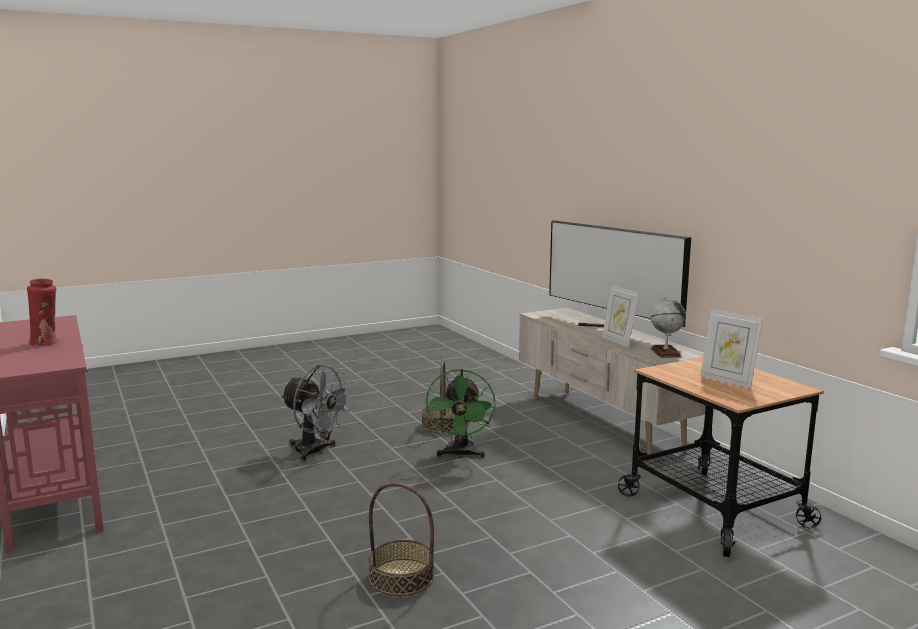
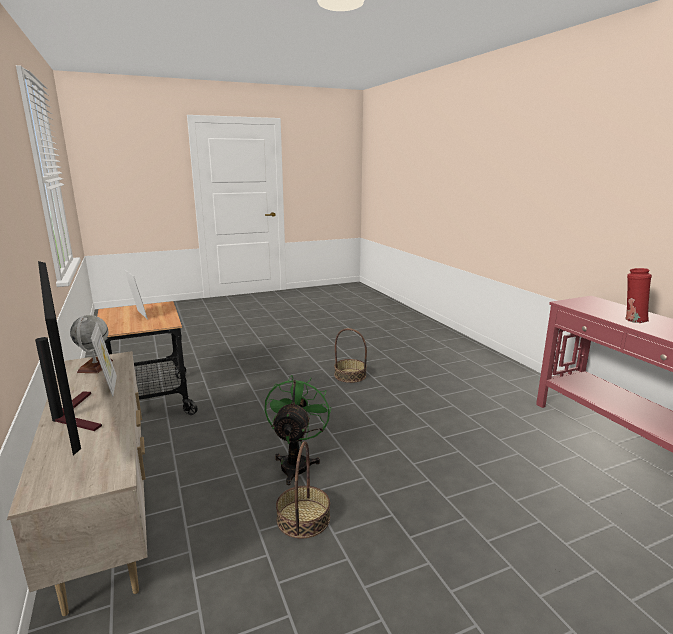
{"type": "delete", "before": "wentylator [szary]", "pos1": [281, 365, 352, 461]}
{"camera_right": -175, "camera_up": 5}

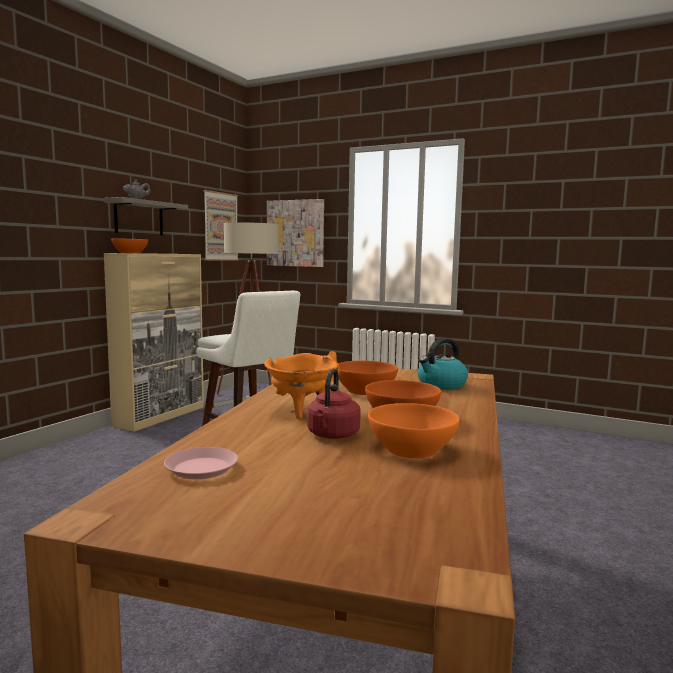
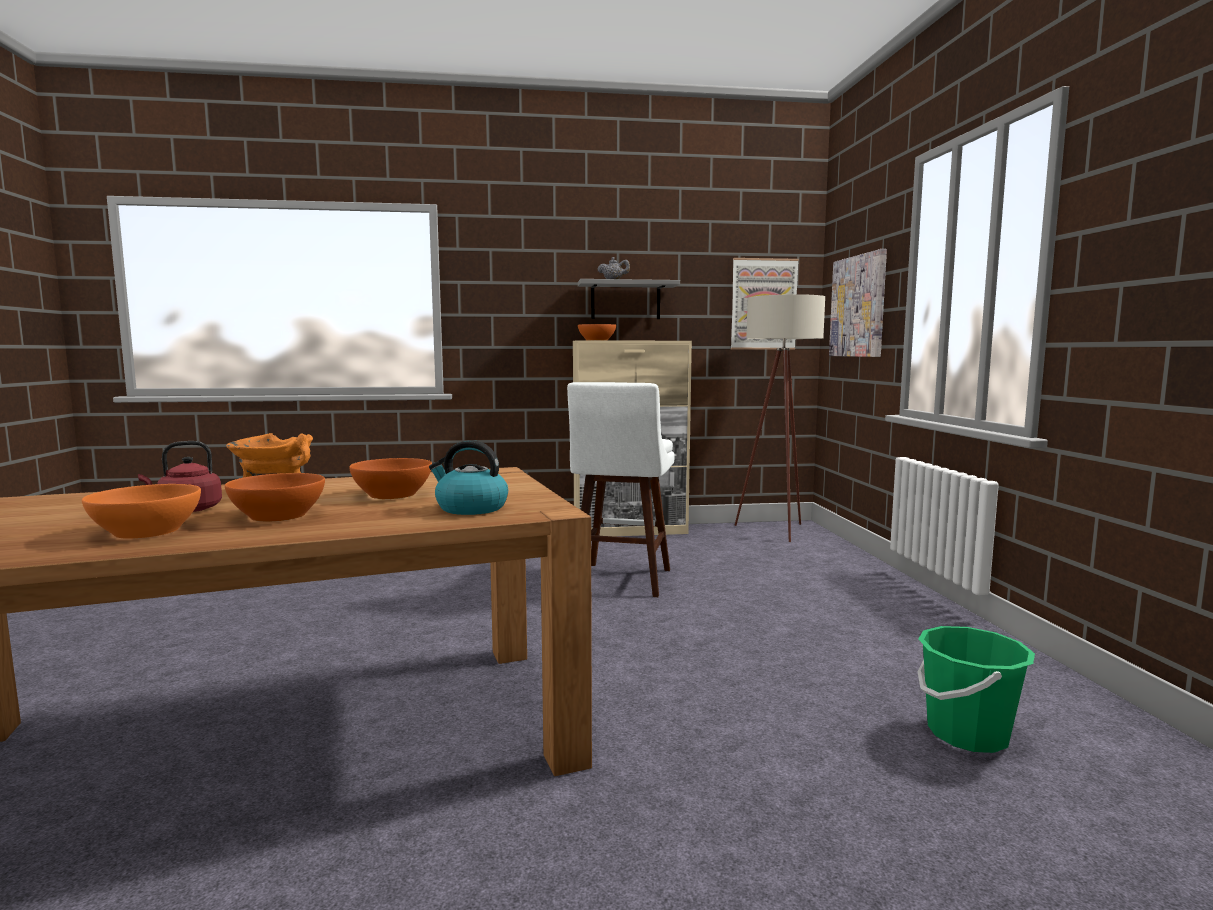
{"type": "insert", "after": "wiadro [zielony]", "pos2": [918, 626, 1035, 753]}
{"type": "delete", "before": "talerz [różowy]", "pos1": [164, 447, 238, 479]}
{"camera_right": 55, "camera_up": 0}

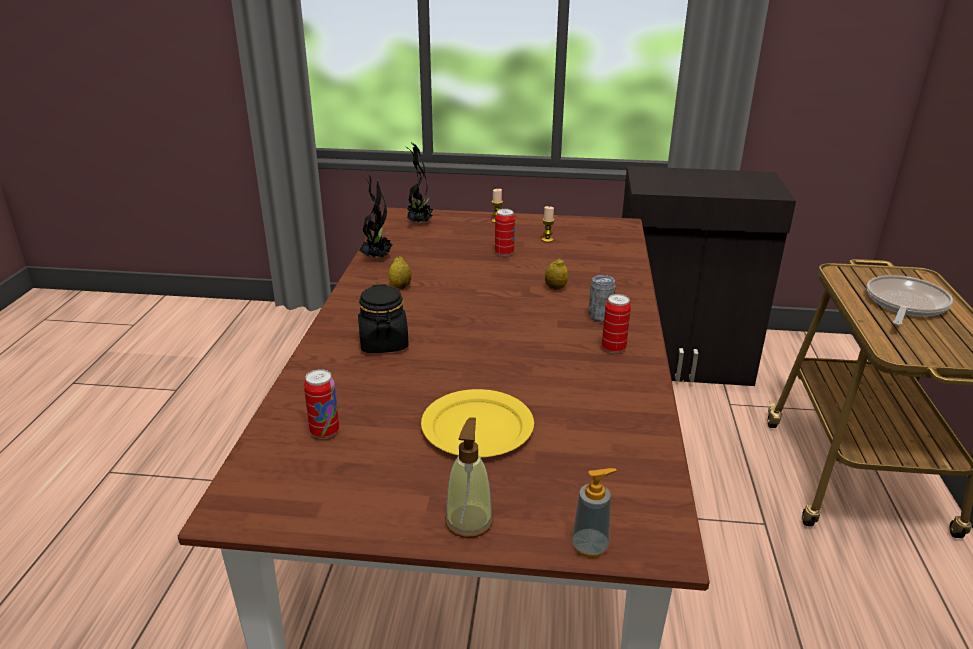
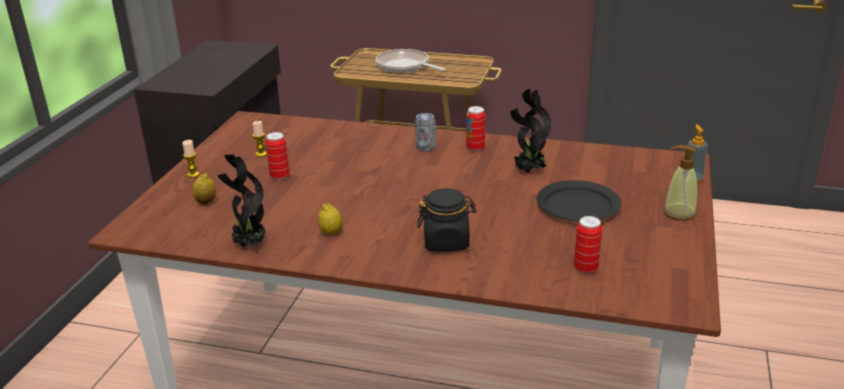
{"type": "move", "before": "cytryna", "pos1": [545, 259, 568, 290], "pos2": [193, 173, 216, 205]}
{"type": "move", "before": "roślina doniczkowa", "pos1": [406, 142, 433, 224], "pos2": [511, 89, 551, 173]}
{"type": "recolor", "before": "talerz [żółty]", "after": "talerz [czarny]", "pos1": [421, 389, 534, 457], "pos2": [537, 180, 621, 222]}
{"camera_right": -80, "camera_up": 0}

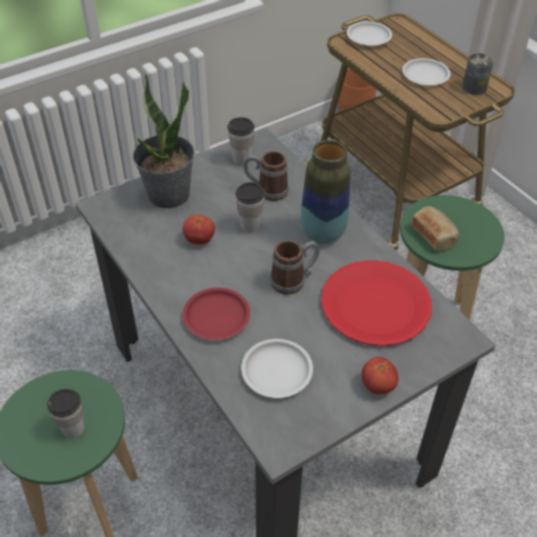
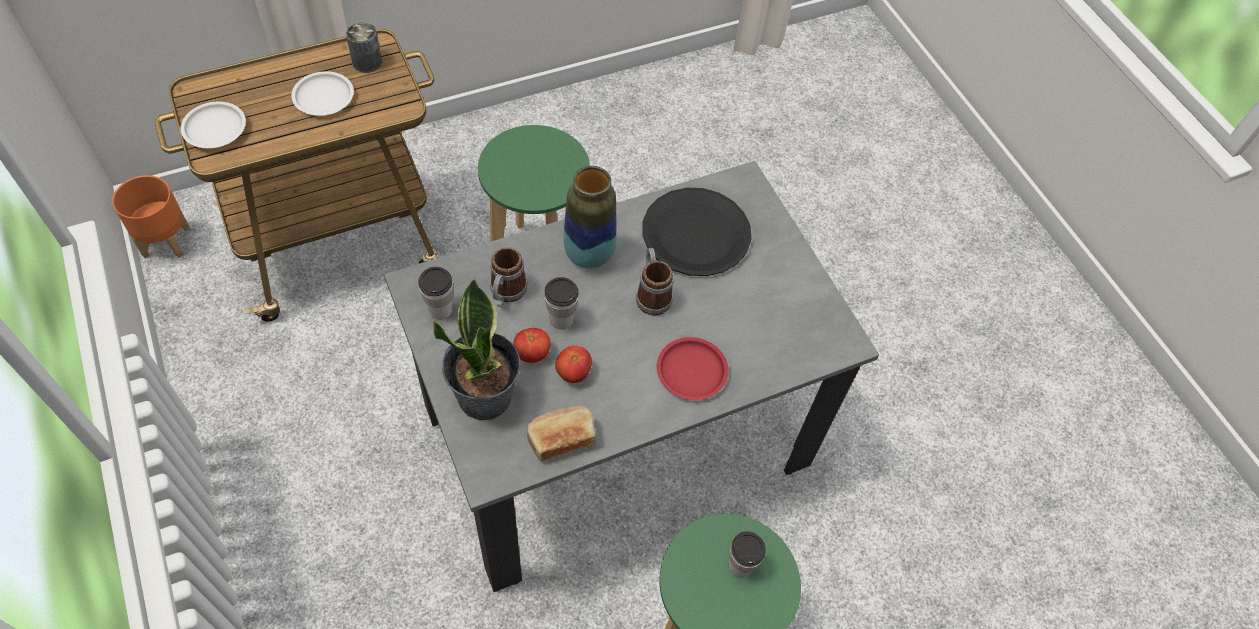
{"type": "move", "before": "pomidor", "pos1": [361, 357, 399, 394], "pos2": [514, 328, 551, 363]}
{"type": "move", "before": "chleb", "pos1": [411, 206, 459, 251], "pos2": [527, 406, 596, 461]}
{"type": "recolor", "before": "talerz [czerwony]", "after": "talerz [czarny]", "pos1": [321, 260, 432, 346], "pos2": [643, 188, 751, 276]}
{"type": "delete", "before": "talerz [biały]", "pos1": [241, 339, 313, 398]}
{"camera_right": -85, "camera_up": 10}

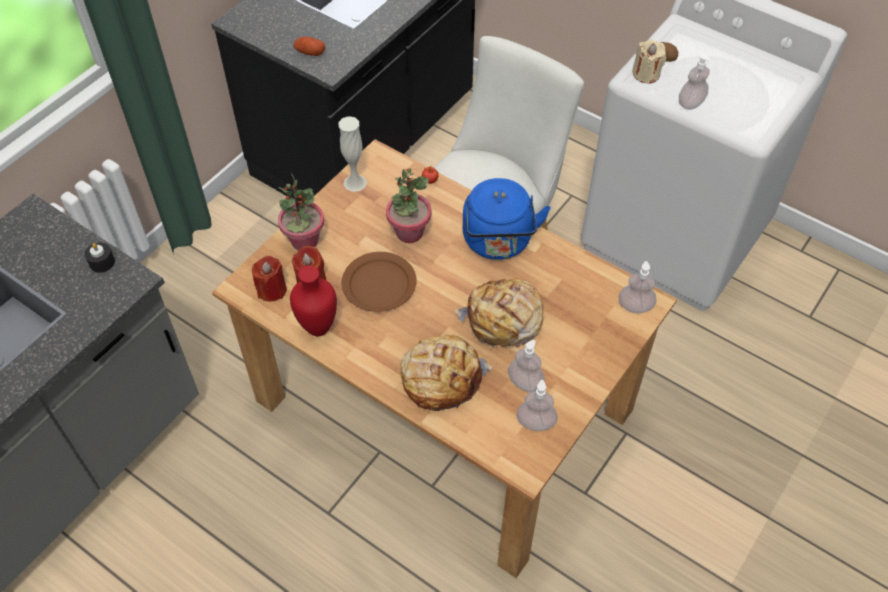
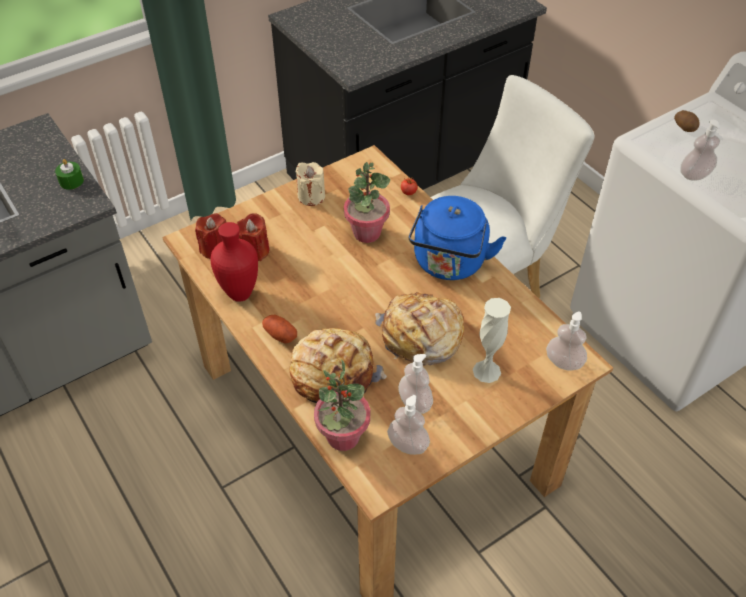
{"type": "recolor", "before": "świeca [czarny]", "after": "świeca [zielony]", "pos1": [85, 242, 115, 273], "pos2": [55, 159, 84, 190]}
{"type": "move", "before": "ziemniak", "pos1": [293, 37, 326, 56], "pos2": [262, 315, 297, 343]}
{"type": "move", "before": "świeca [beżowy]", "pos1": [632, 39, 666, 83], "pos2": [295, 162, 325, 206]}
{"type": "move", "before": "roślina doniczkowa", "pos1": [278, 173, 324, 251], "pos2": [314, 360, 370, 451]}
{"type": "move", "before": "wazon [biały]", "pos1": [338, 116, 367, 192], "pos2": [473, 298, 511, 383]}
{"type": "delete", "before": "talerz [brązowy]", "pos1": [342, 252, 417, 312]}
{"camera_right": 20, "camera_up": -5}

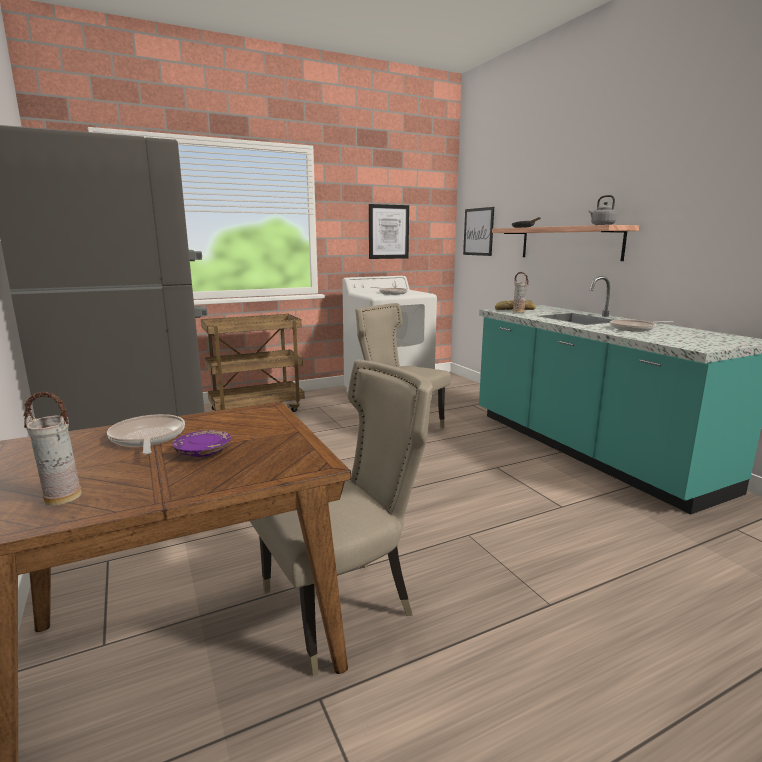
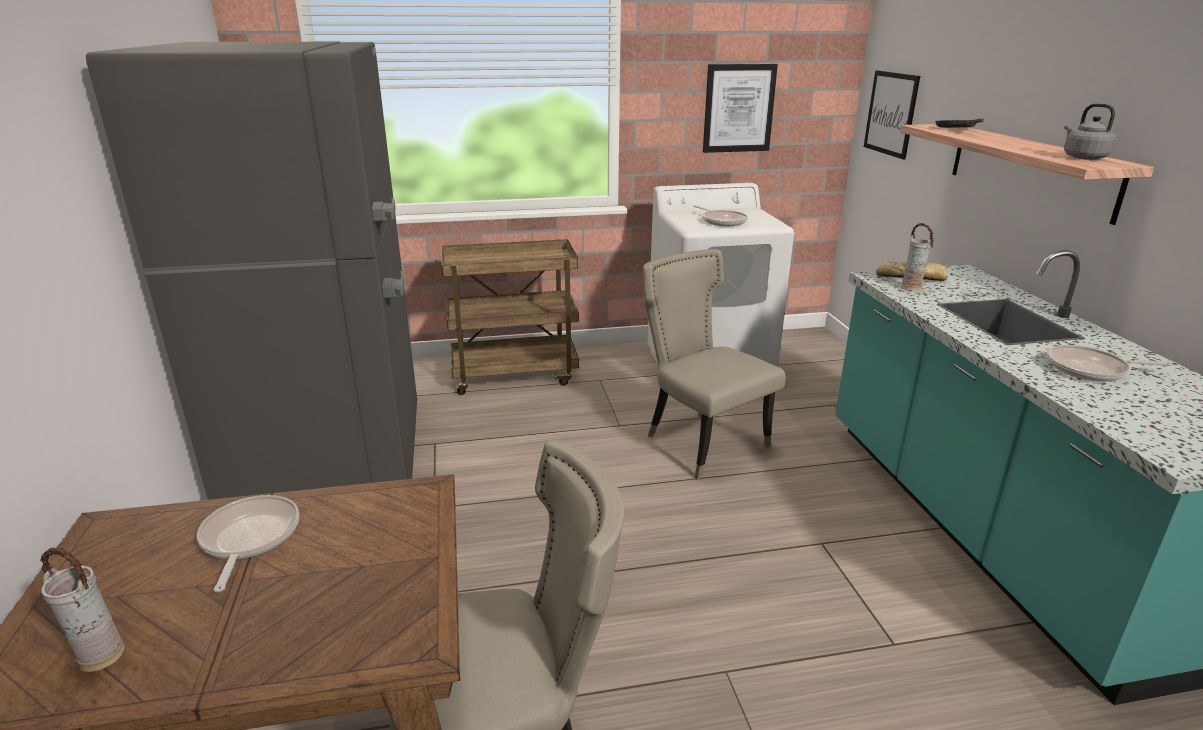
{"type": "delete", "before": "talerz [fioletowy]", "pos1": [172, 430, 231, 457]}
{"camera_right": 15, "camera_up": 10}

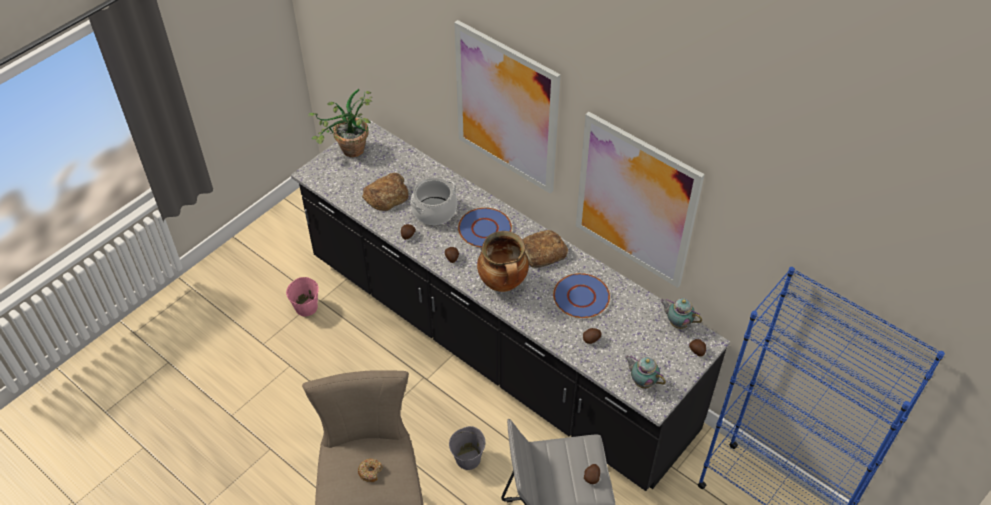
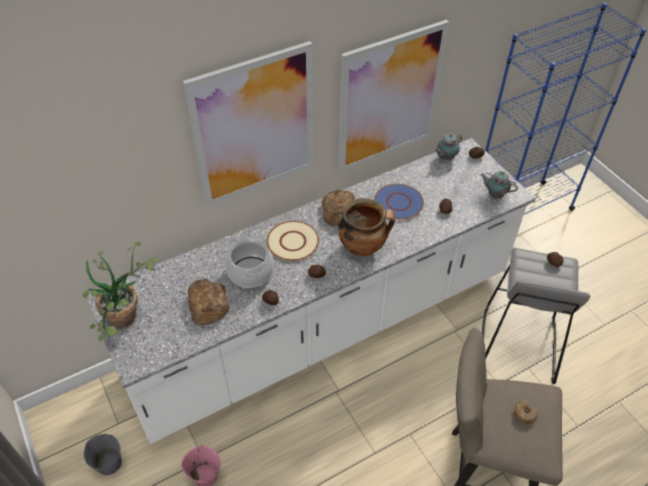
{"type": "move", "before": "wiadro [szary]", "pos1": [449, 426, 486, 470], "pos2": [84, 434, 122, 475]}
{"type": "recolor", "before": "zabudowa kuchenna [czarny]", "after": "zabudowa kuchenna [biały]", "pos1": [291, 120, 730, 491], "pos2": [86, 138, 536, 444]}
{"type": "recolor", "before": "talerz [niebieski]", "after": "talerz [beżowy]", "pos1": [458, 208, 512, 248], "pos2": [267, 221, 319, 261]}
{"type": "rotate", "before": "imbryk", "pos1": [625, 355, 666, 388], "pos2": [480, 171, 518, 198], "turn": 60}
{"camera_right": -70, "camera_up": 0}

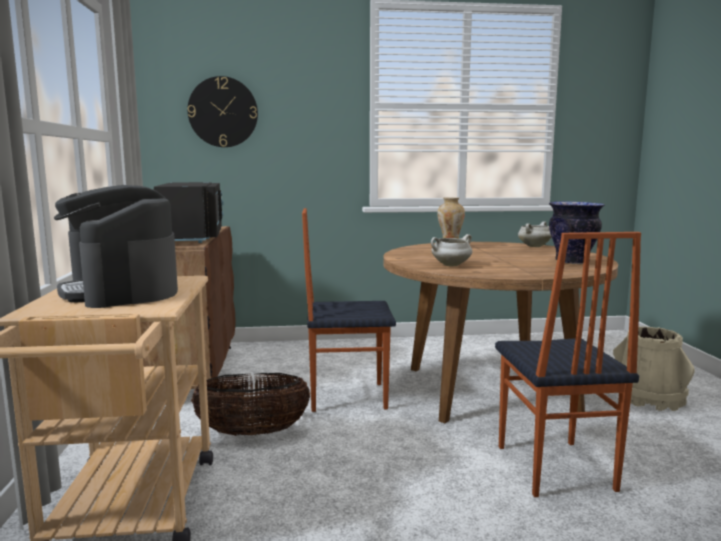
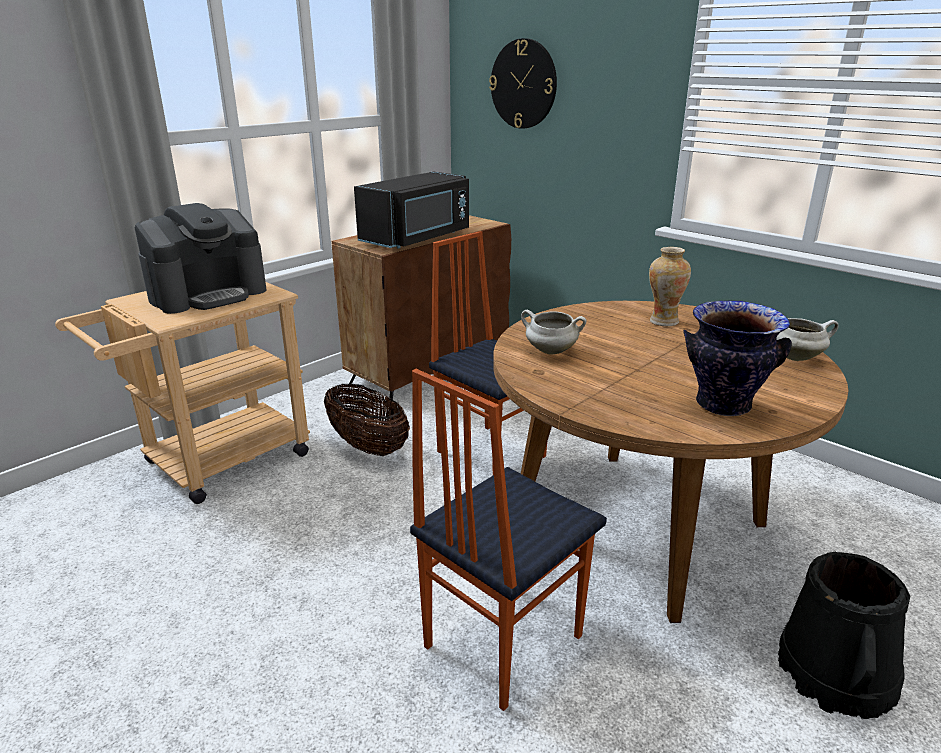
{"type": "rotate", "before": "ekspres do kawy", "pos1": [54, 185, 178, 308], "pos2": [135, 203, 267, 314], "turn": -150}
{"type": "recolor", "before": "wiadro [beżowy]", "after": "wiadro [czarny]", "pos1": [613, 326, 695, 411], "pos2": [778, 552, 910, 719]}
{"camera_right": 50, "camera_up": 15}

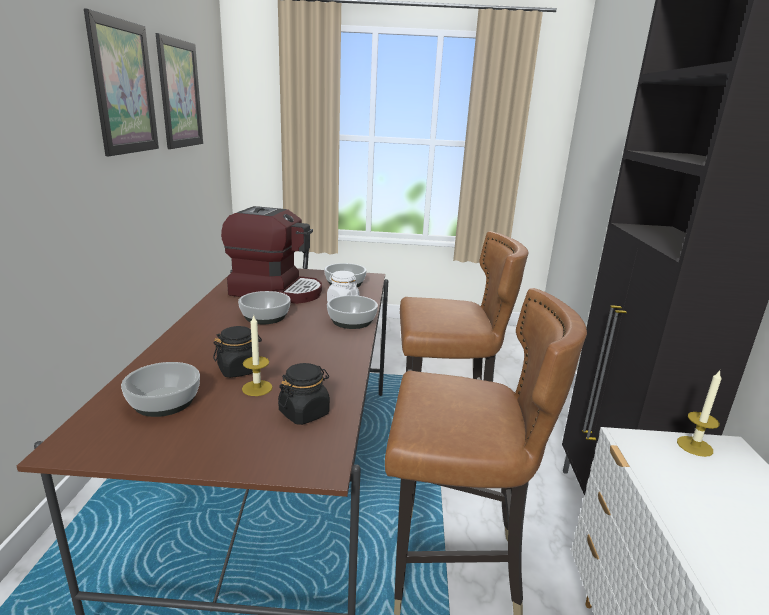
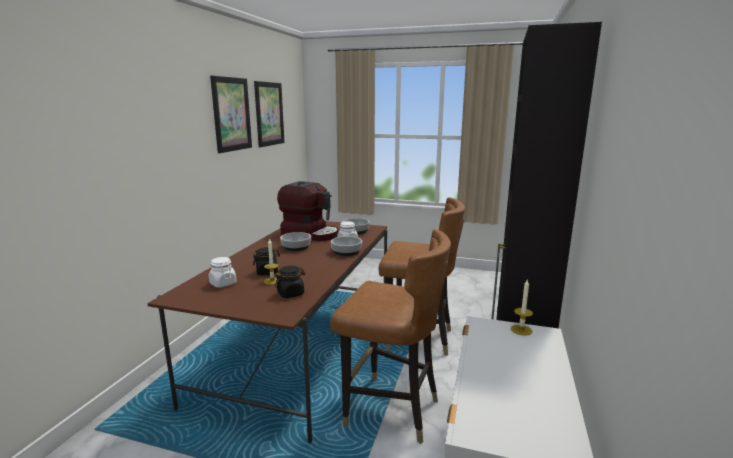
{"type": "replace", "before": "miska", "after": "słoik [biały]", "pos1": [121, 362, 200, 417], "pos2": [209, 257, 237, 288]}
{"camera_right": 15, "camera_up": -5}

